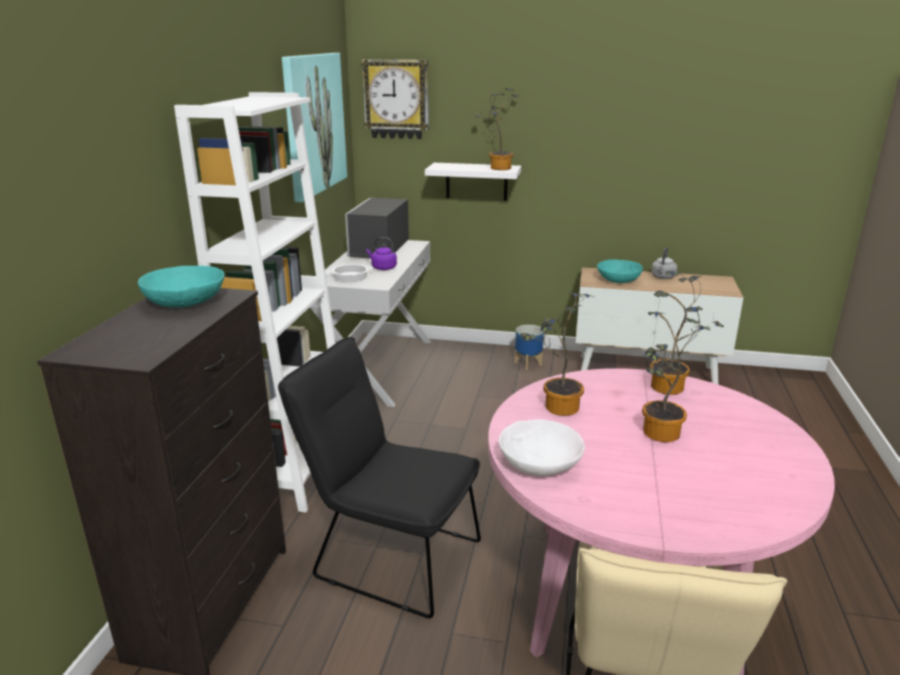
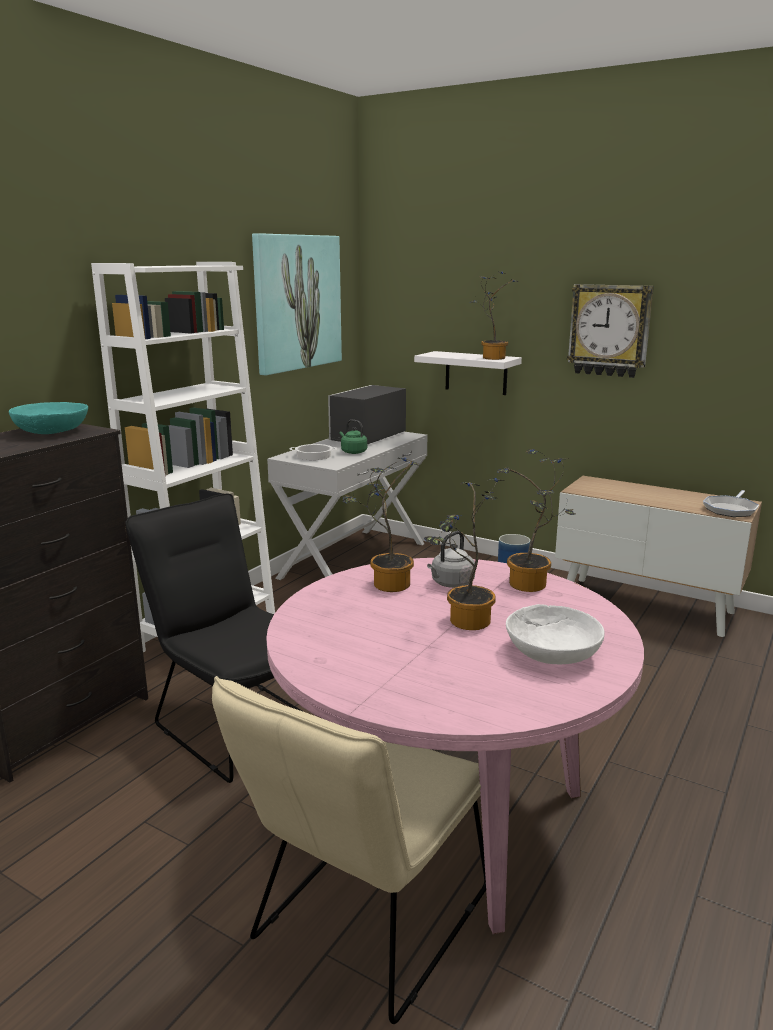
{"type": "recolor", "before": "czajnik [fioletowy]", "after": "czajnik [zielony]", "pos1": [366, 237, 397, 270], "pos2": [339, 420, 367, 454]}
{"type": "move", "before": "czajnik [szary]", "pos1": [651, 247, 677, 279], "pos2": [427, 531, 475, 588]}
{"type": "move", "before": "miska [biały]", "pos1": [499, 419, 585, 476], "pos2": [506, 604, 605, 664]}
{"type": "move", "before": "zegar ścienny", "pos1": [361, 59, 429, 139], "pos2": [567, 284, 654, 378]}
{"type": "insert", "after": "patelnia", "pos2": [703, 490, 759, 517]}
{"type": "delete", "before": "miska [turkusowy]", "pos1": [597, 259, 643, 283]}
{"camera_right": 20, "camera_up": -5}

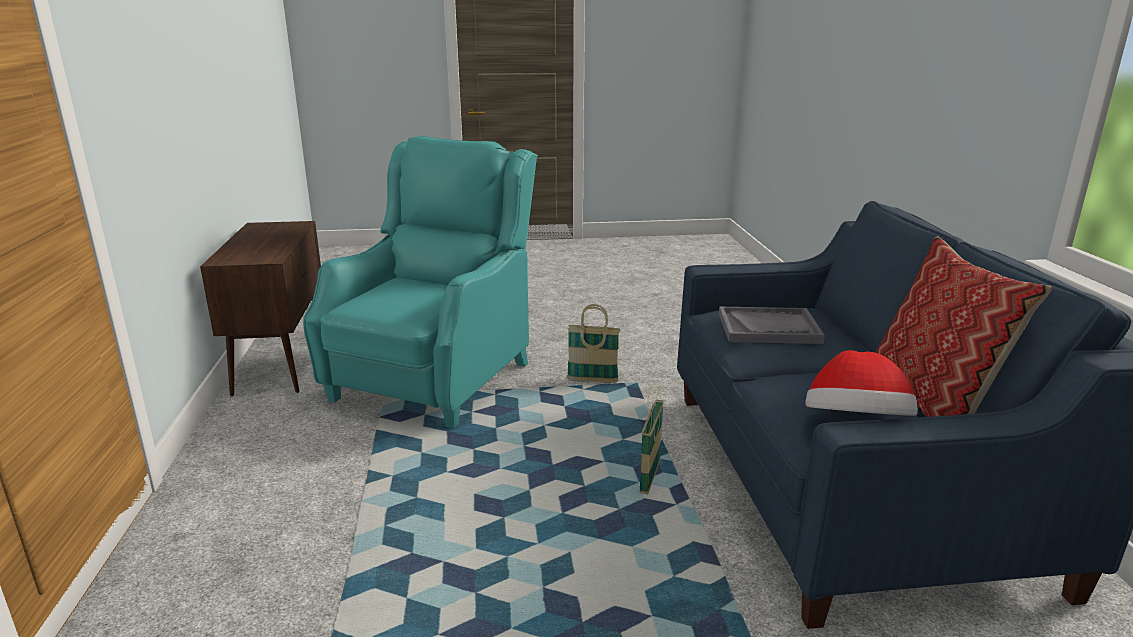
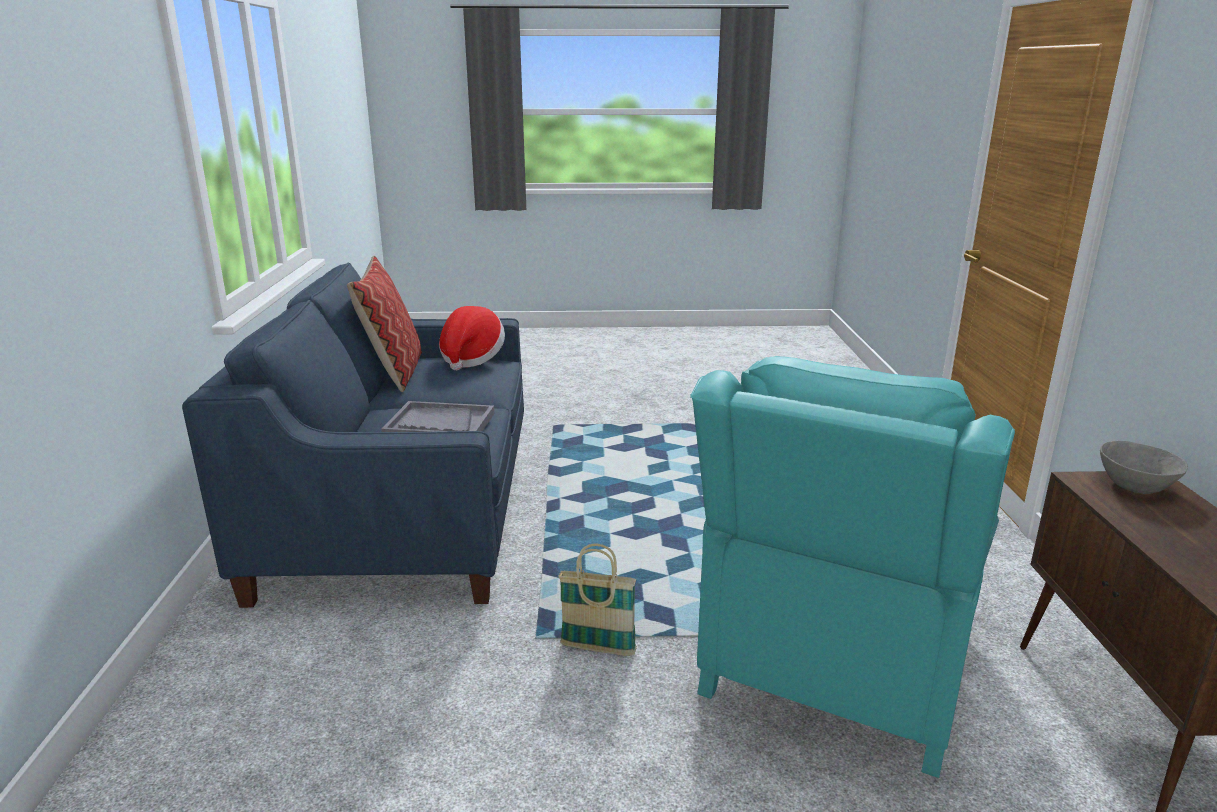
{"type": "insert", "after": "miska [szary]", "pos2": [1100, 441, 1188, 494]}
{"type": "delete", "before": "koszyk", "pos1": [639, 385, 663, 494]}
{"camera_right": -175, "camera_up": 0}

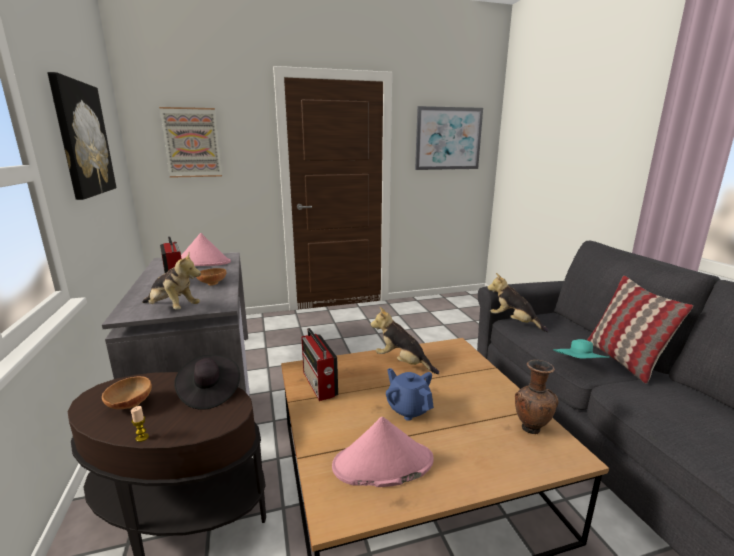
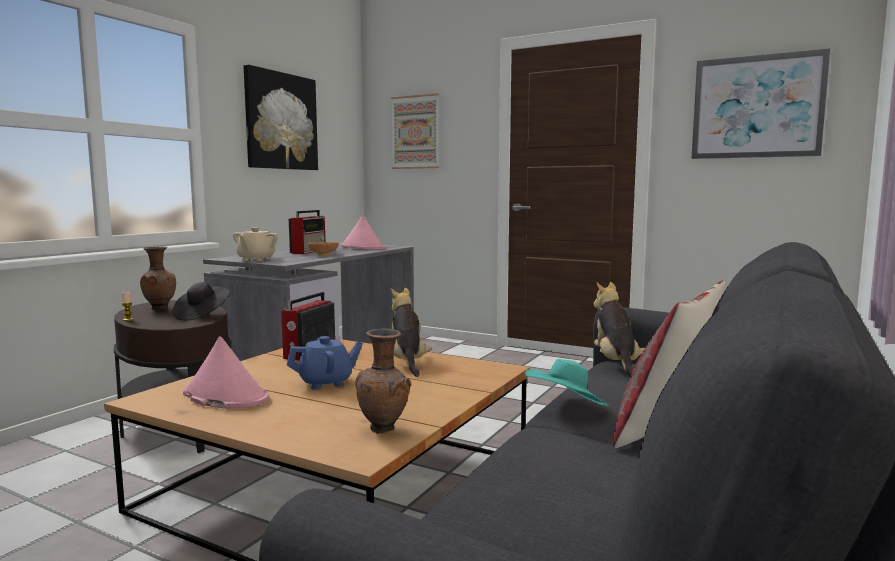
{"type": "replace", "before": "miska [brązowy]", "after": "wazon [brązowy]", "pos1": [102, 376, 152, 409], "pos2": [140, 246, 176, 311]}
{"type": "replace", "before": "pluszak", "after": "imbryk [beżowy]", "pos1": [142, 253, 201, 310], "pos2": [233, 227, 278, 261]}
{"type": "rotate", "before": "imbryk [niebieski]", "pos1": [386, 368, 434, 421], "pos2": [287, 336, 363, 390], "turn": 60}
{"camera_right": 45, "camera_up": -10}

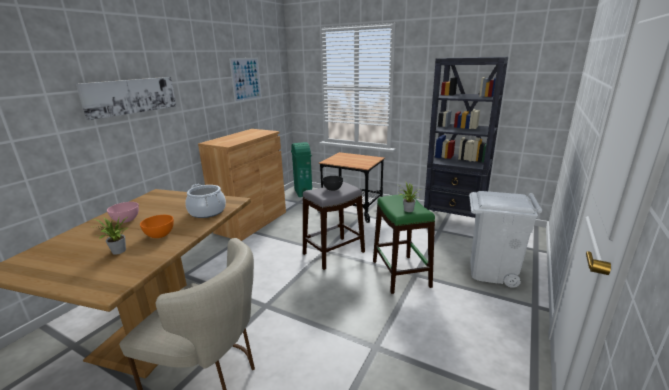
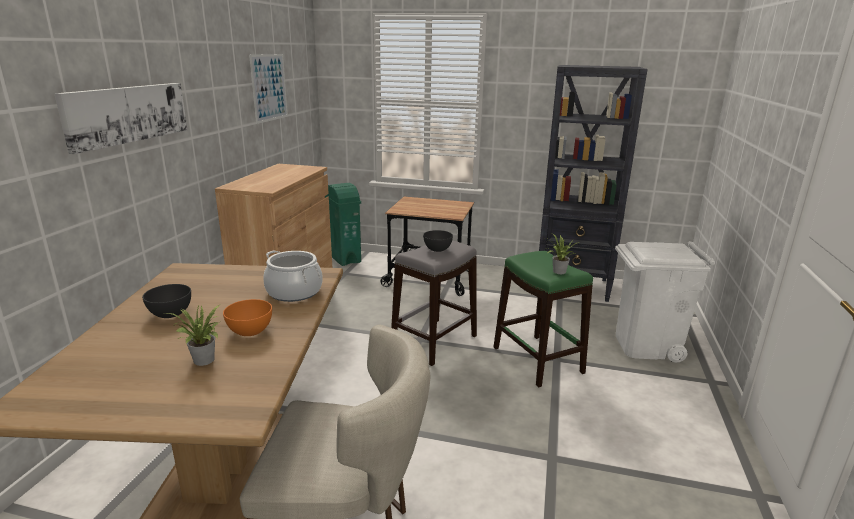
{"type": "recolor", "before": "miska [różowy]", "after": "miska [szary]", "pos1": [107, 202, 139, 223], "pos2": [142, 284, 191, 318]}
{"camera_right": -15, "camera_up": 0}

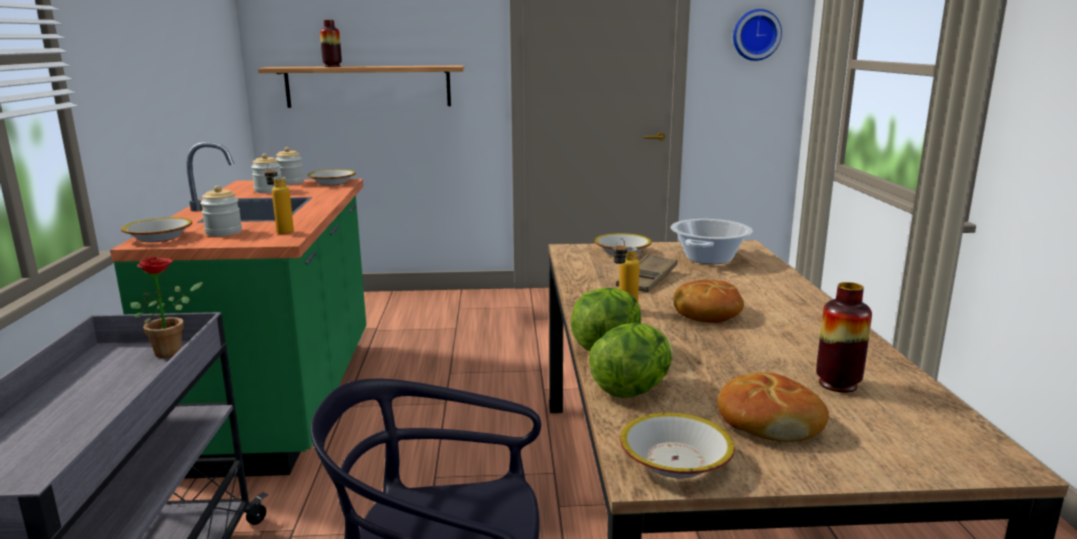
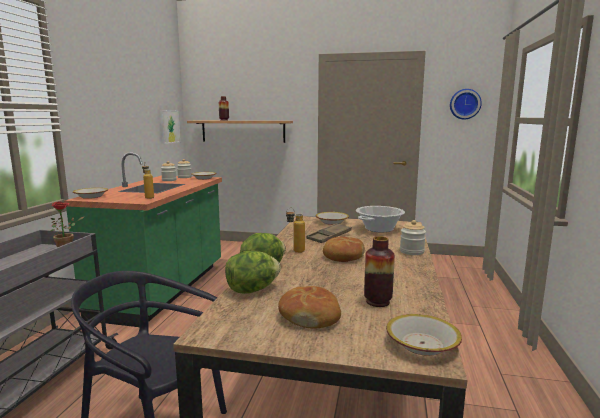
{"type": "insert", "after": "obraz", "pos2": [160, 110, 180, 144]}
{"type": "move", "before": "miska", "pos1": [620, 413, 735, 478], "pos2": [386, 314, 462, 356]}
{"type": "move", "before": "słoik", "pos1": [200, 185, 242, 236], "pos2": [400, 220, 426, 255]}
{"camera_right": 15, "camera_up": -5}

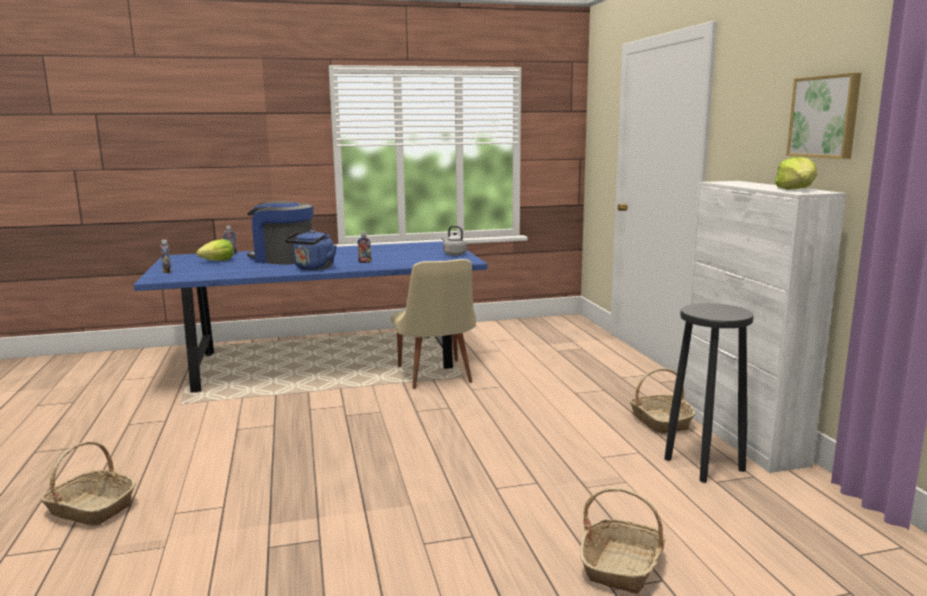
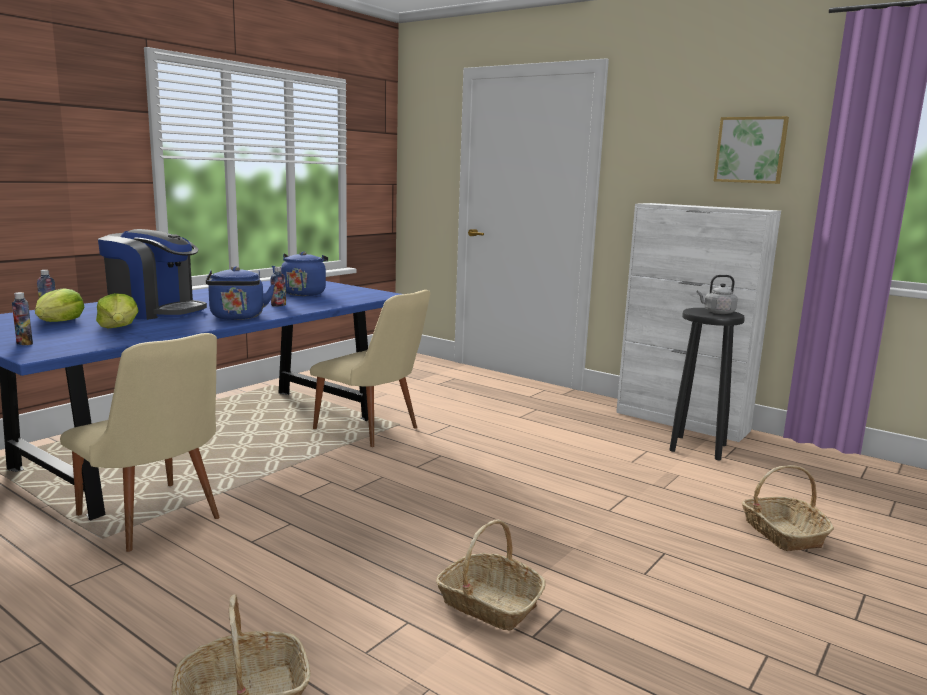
{"type": "insert", "after": "krzesło [beżowy]", "pos2": [60, 333, 220, 552]}
{"type": "move", "before": "sałata", "pos1": [775, 157, 817, 190], "pos2": [96, 293, 139, 329]}
{"type": "rotate", "before": "ekspres do kawy", "pos1": [247, 201, 314, 265], "pos2": [98, 229, 207, 320], "turn": -150}
{"type": "insert", "after": "czajnik [niebieski]", "pos2": [272, 251, 328, 296]}
{"type": "move", "before": "koszyk", "pos1": [630, 368, 696, 434], "pos2": [436, 520, 546, 630]}
{"type": "move", "before": "czajnik [szary]", "pos1": [442, 226, 467, 256], "pos2": [697, 275, 738, 314]}
{"camera_right": -40, "camera_up": 0}

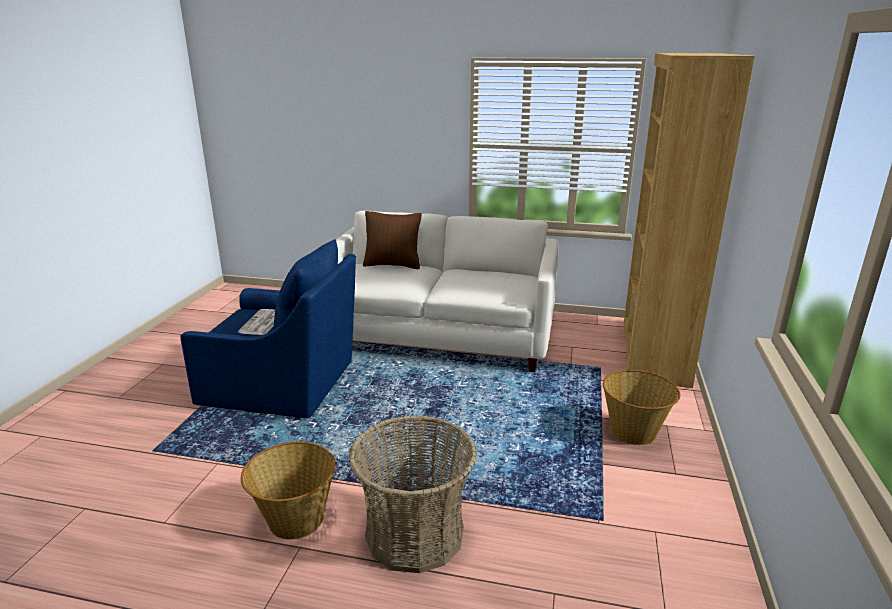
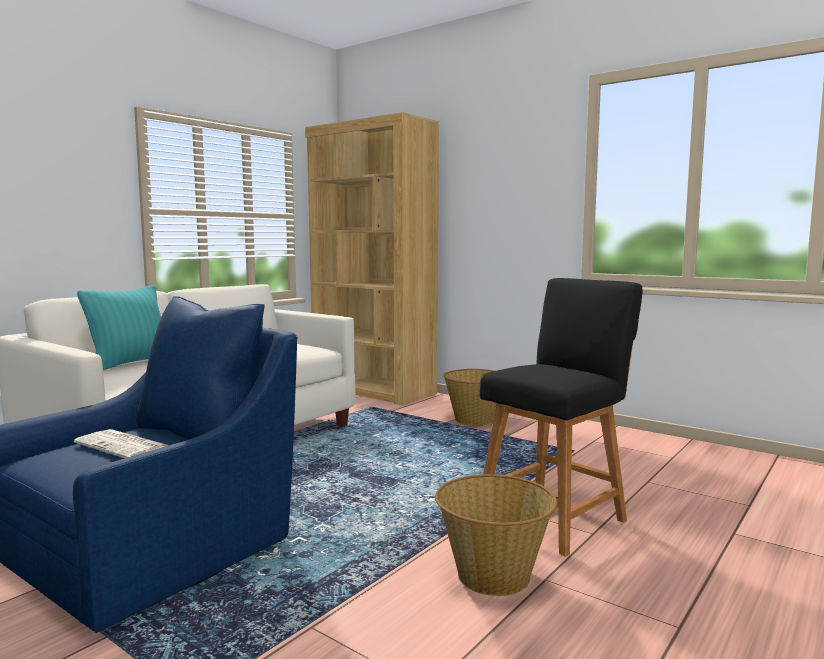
{"type": "recolor", "before": "poduszka [brązowy]", "after": "poduszka [turkusowy]", "pos1": [363, 211, 422, 269], "pos2": [77, 285, 161, 370]}
{"type": "replace", "before": "koszyk", "after": "stołek [czarny]", "pos1": [348, 415, 477, 573], "pos2": [480, 278, 643, 557]}
{"camera_right": -65, "camera_up": -15}

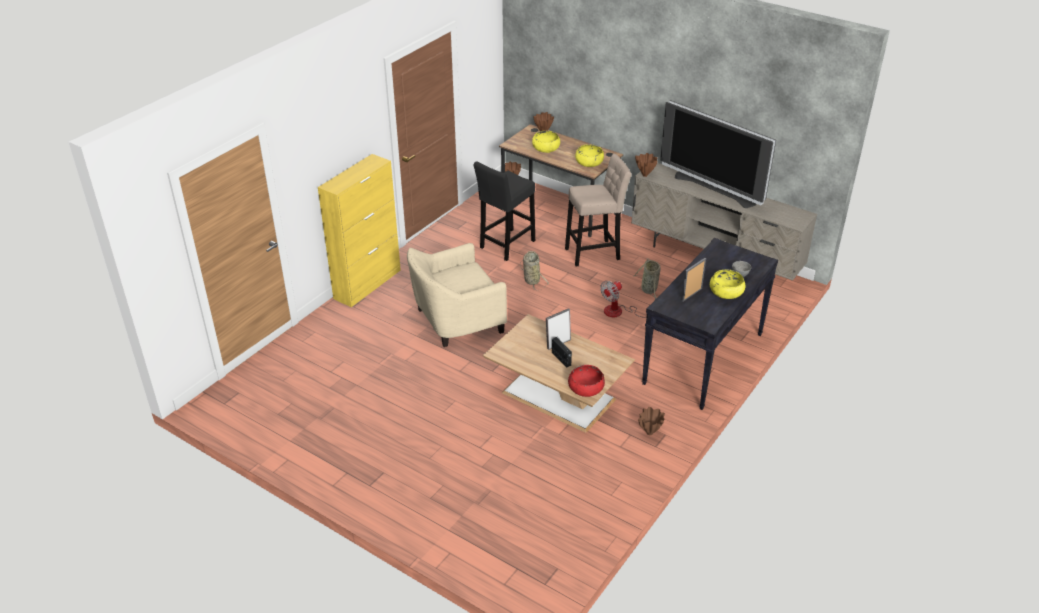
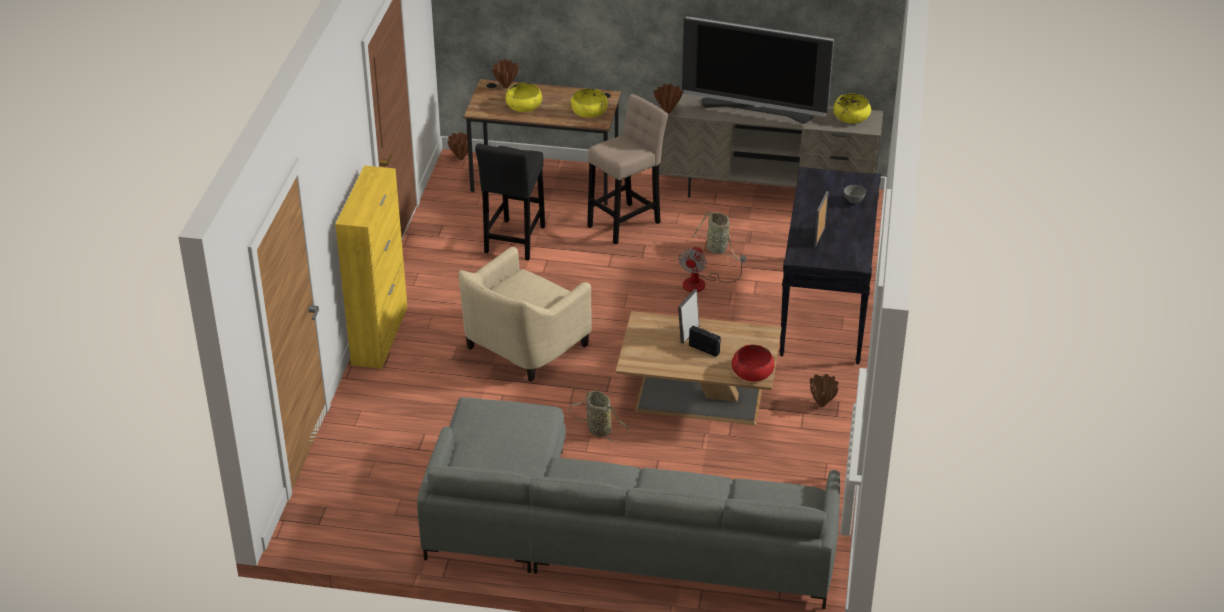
{"type": "insert", "after": "kanapa [szary]", "pos2": [417, 397, 840, 609]}
{"type": "move", "before": "koszyk", "pos1": [520, 251, 549, 290], "pos2": [569, 390, 629, 443]}
{"type": "move", "before": "miska [żółty]", "pos1": [710, 270, 745, 299], "pos2": [833, 93, 871, 124]}
{"camera_right": -25, "camera_up": 0}

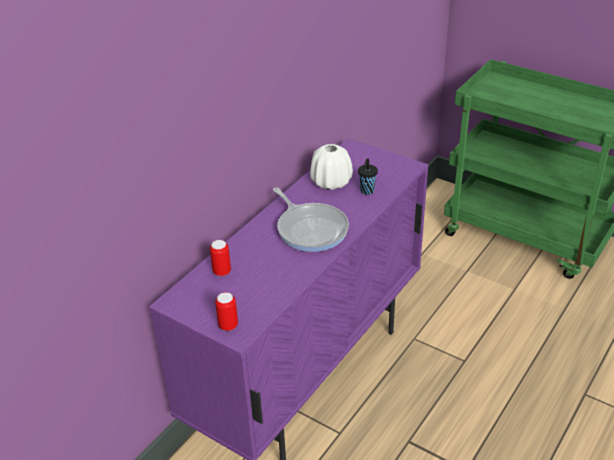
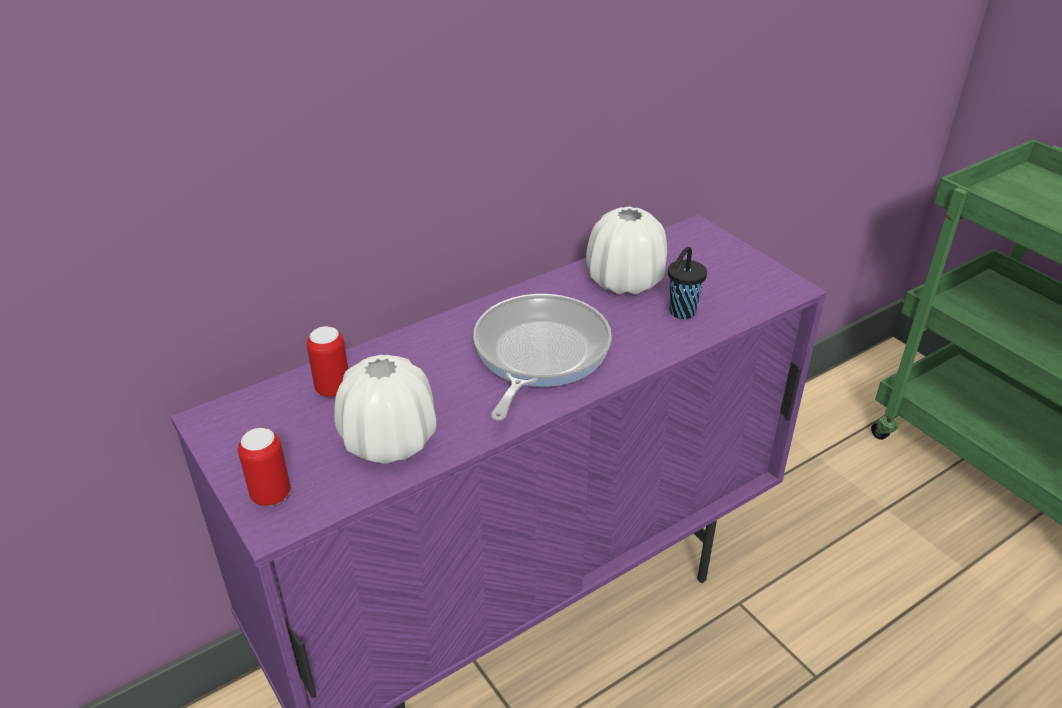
{"type": "insert", "after": "wazon [biały]", "pos2": [334, 355, 437, 464]}
{"type": "rotate", "before": "patelnia", "pos1": [273, 187, 349, 252], "pos2": [473, 294, 612, 421], "turn": -150}
{"camera_right": 20, "camera_up": 0}

